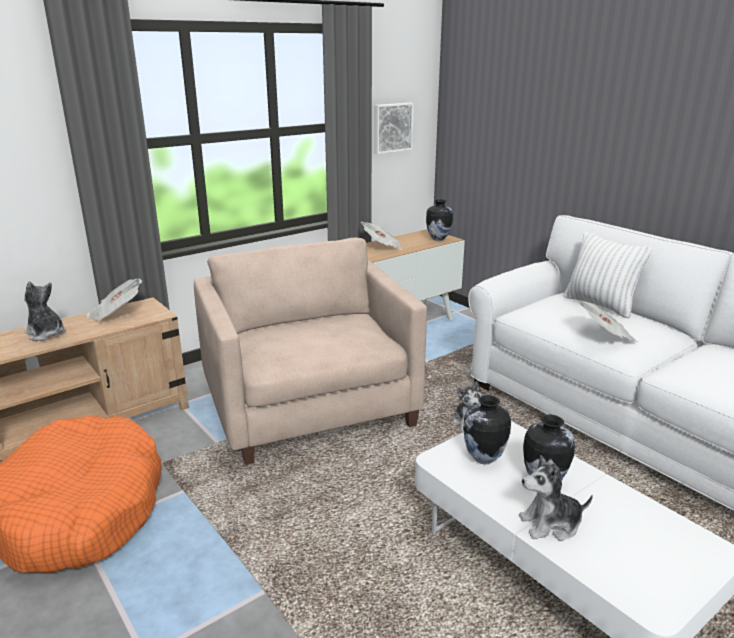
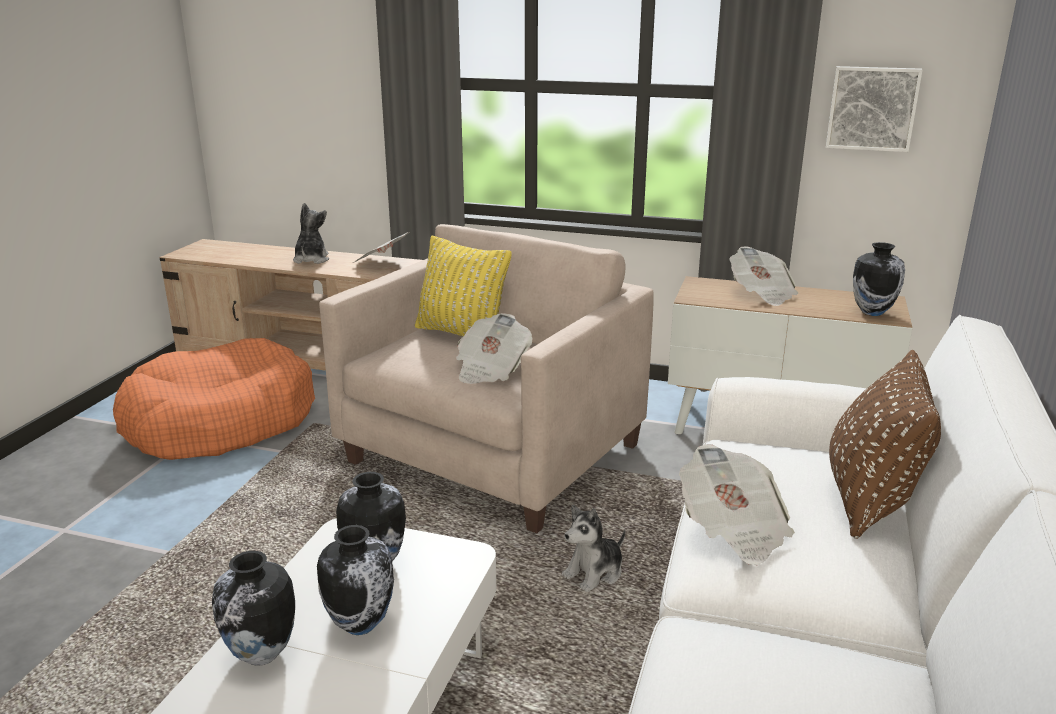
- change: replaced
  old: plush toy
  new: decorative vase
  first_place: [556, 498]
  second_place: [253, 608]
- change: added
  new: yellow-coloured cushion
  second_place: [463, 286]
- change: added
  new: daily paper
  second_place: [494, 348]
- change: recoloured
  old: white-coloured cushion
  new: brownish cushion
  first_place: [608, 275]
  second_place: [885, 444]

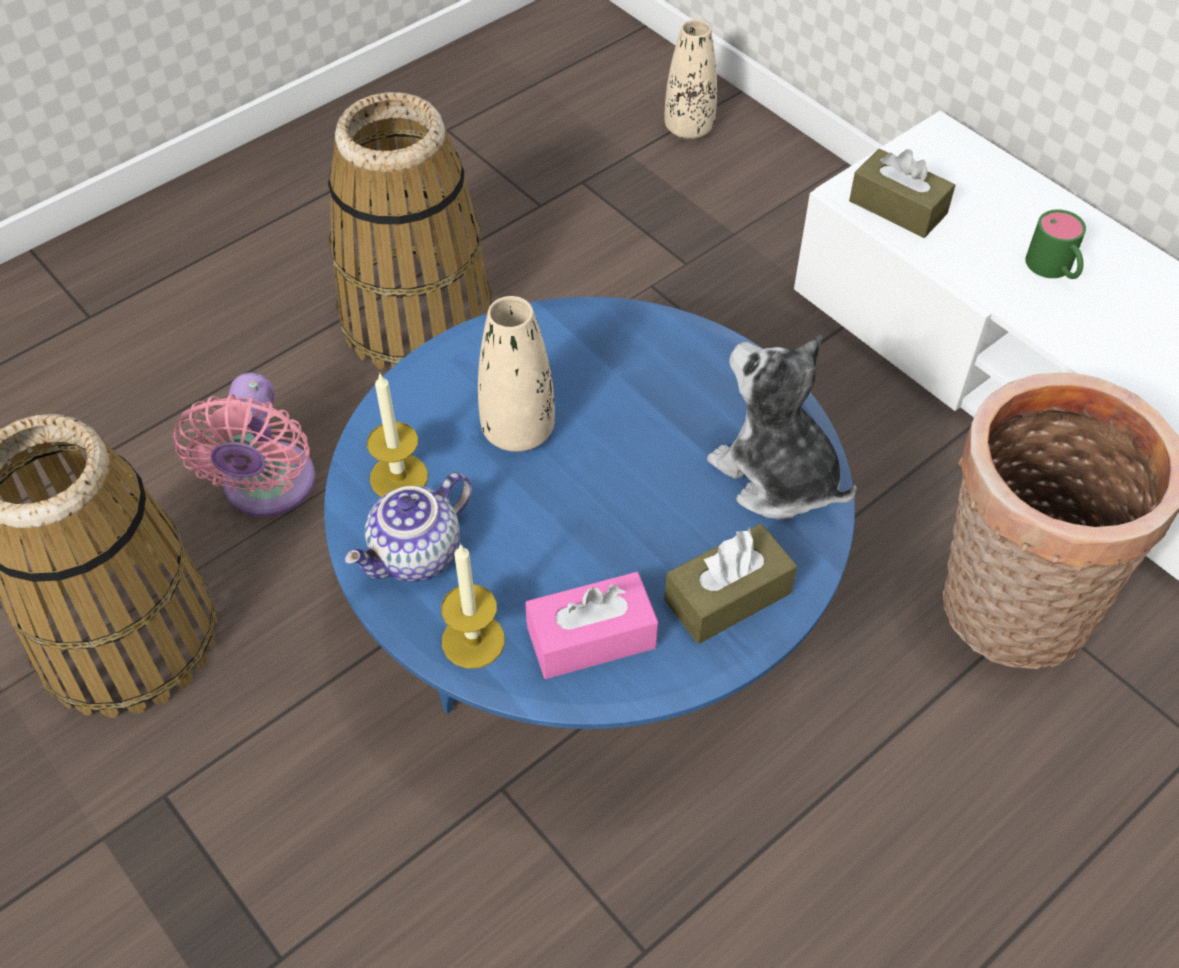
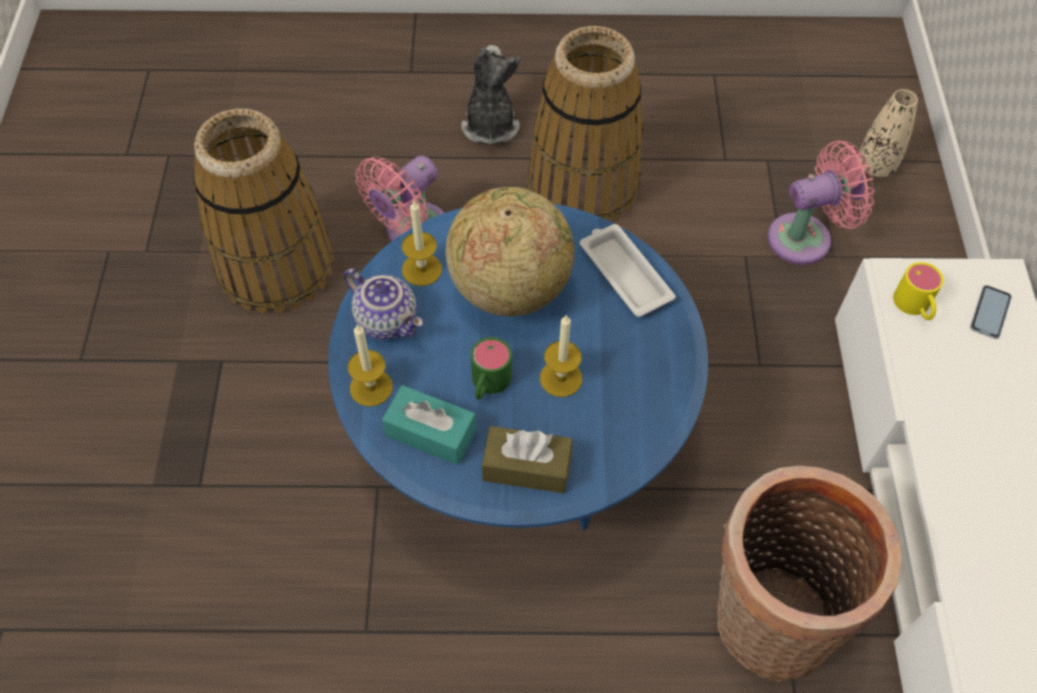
- change: turned
  old: tea pot
  first_place: [408, 527]
  second_place: [383, 304]
  degrees: -135
- change: recoloured
  old: pink box of tissues
  new: turquoise-coloured box of tissues
  first_place: [592, 625]
  second_place: [429, 425]
- change: replaced
  old: beige decorative vase
  new: globe
  first_place: [516, 374]
  second_place: [509, 251]
- change: moved
  old: plush toy
  first_place: [782, 427]
  second_place: [491, 94]
- change: moved
  old: green-coloured tea mug
  first_place: [1055, 244]
  second_place: [491, 368]
- change: added
  new: candle
  second_place: [561, 355]
- change: added
  new: white-coloured carrying tray
  second_place: [628, 270]
- change: added
  new: pink fan
  second_place: [821, 203]
- change: replaced
  old: brownish box of tissues
  new: yellow-coloured tea mug
  first_place: [902, 193]
  second_place: [918, 291]
- change: added
  new: handset
  second_place: [991, 312]

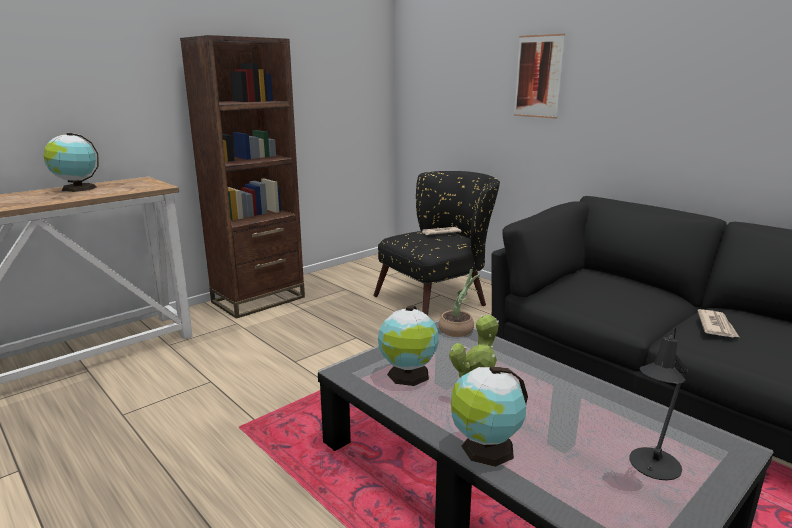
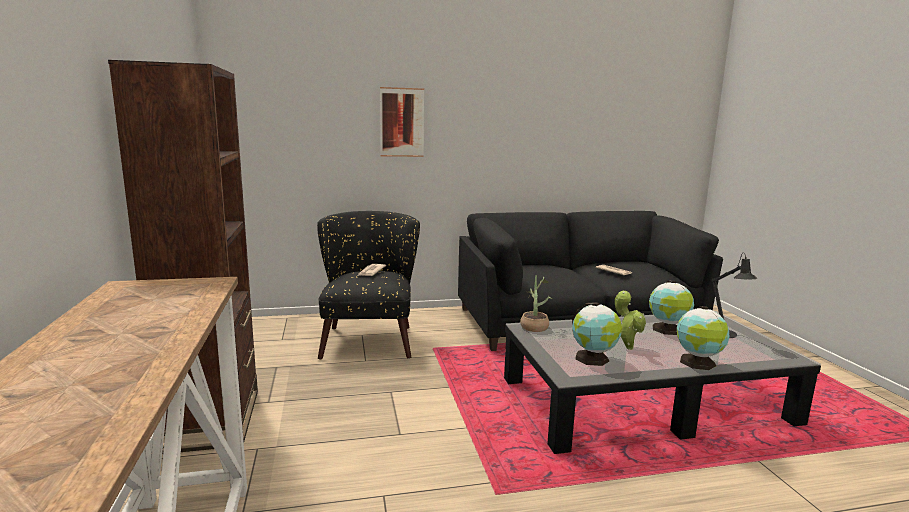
- change: moved
  old: globe
  first_place: [70, 162]
  second_place: [671, 308]

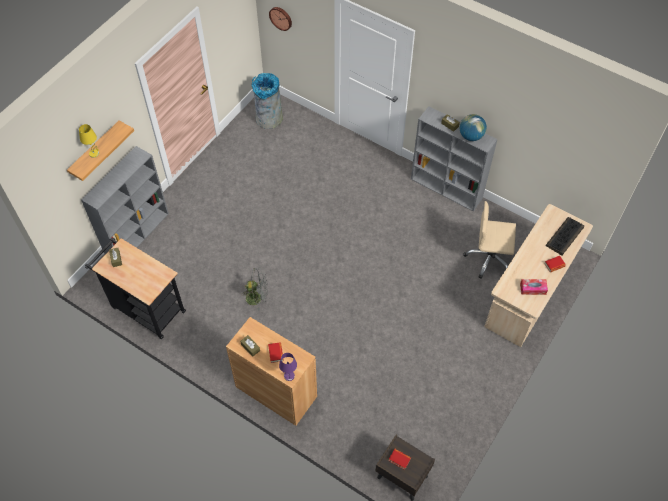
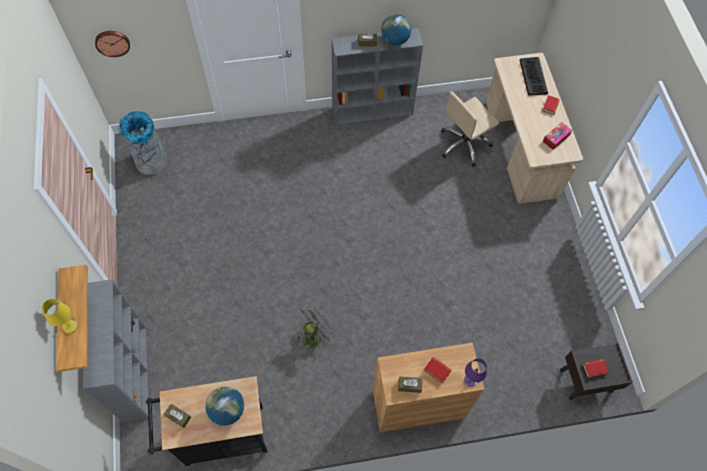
- change: added
  new: globe
  second_place: [225, 405]

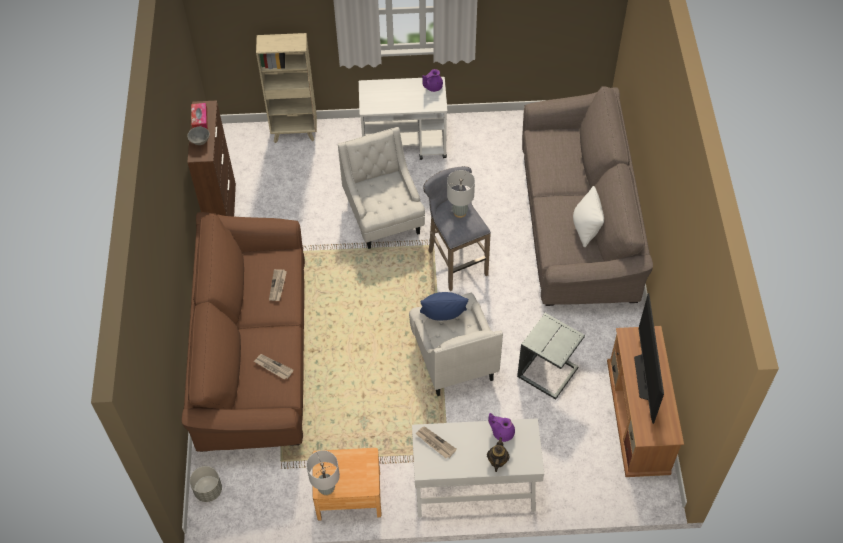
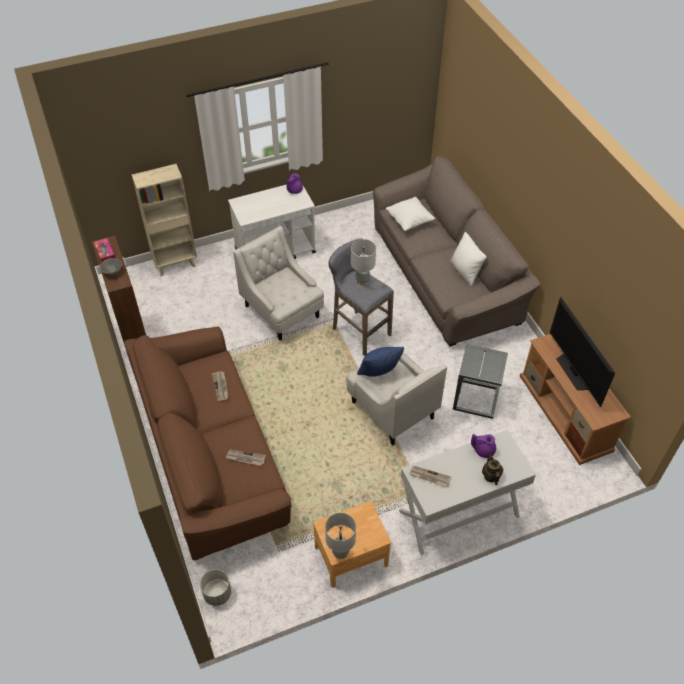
- change: added
  new: white-coloured cushion
  second_place: [410, 214]

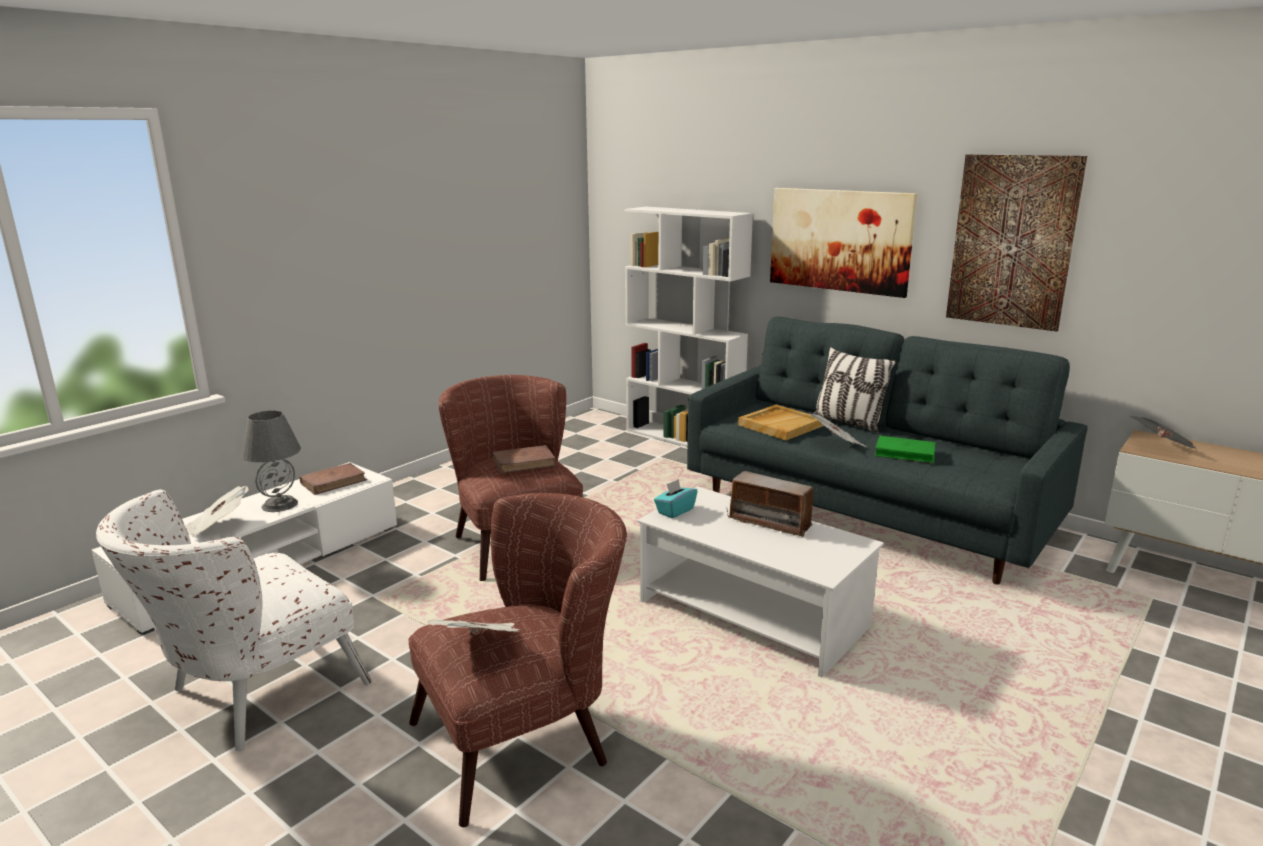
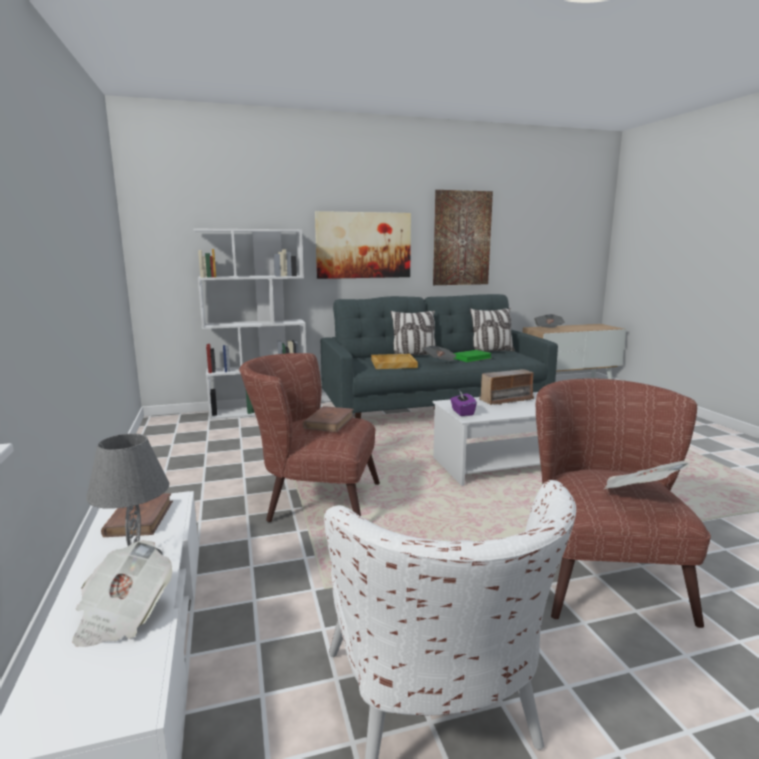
- change: recoloured
  old: turquoise-coloured box of tissues
  new: purple box of tissues
  first_place: [676, 498]
  second_place: [463, 403]
- change: added
  new: cushion
  second_place: [492, 330]

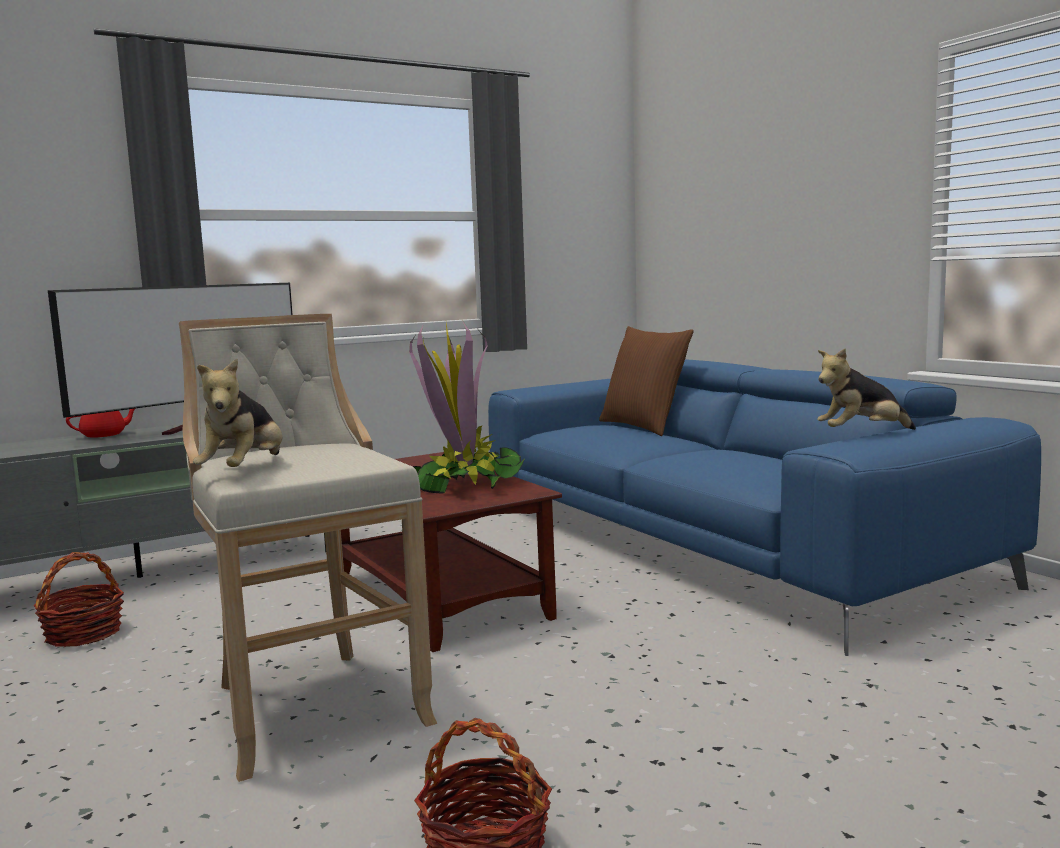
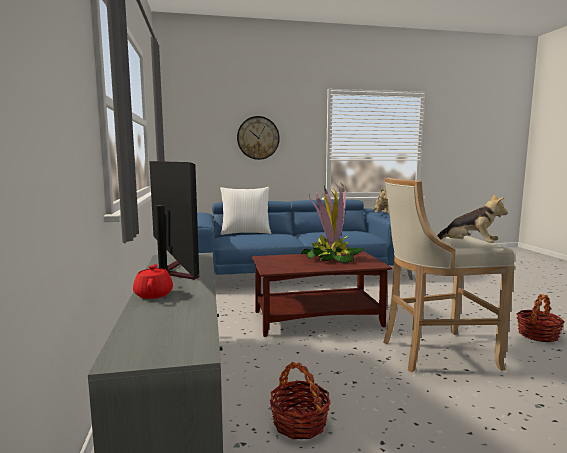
- change: recoloured
  old: brownish cushion
  new: white-coloured cushion
  first_place: [646, 381]
  second_place: [245, 211]
- change: added
  new: hanging clock
  second_place: [258, 138]

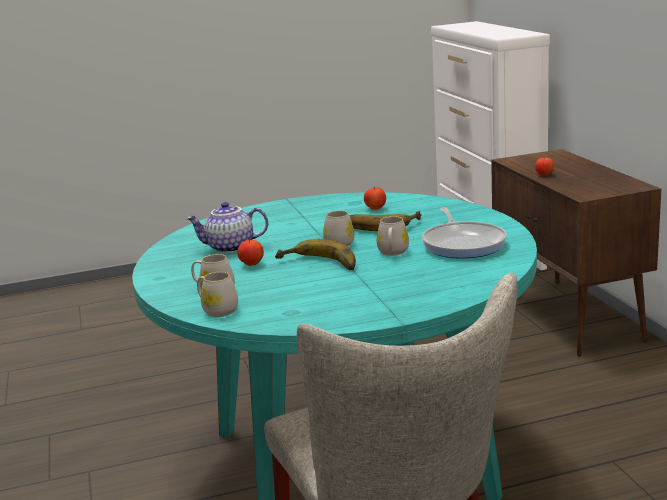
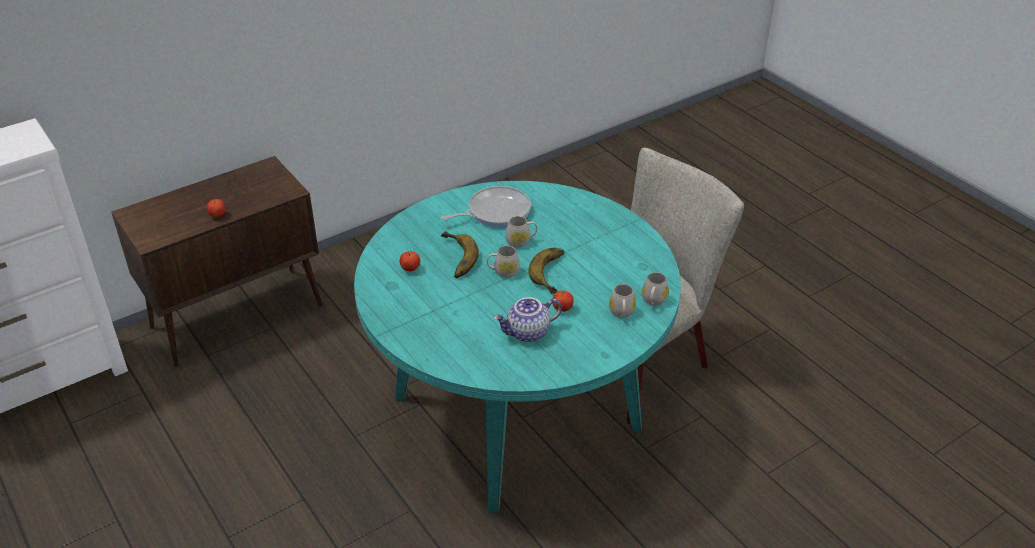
- change: turned
  old: tea pot
  first_place: [227, 227]
  second_place: [528, 319]
  degrees: 90

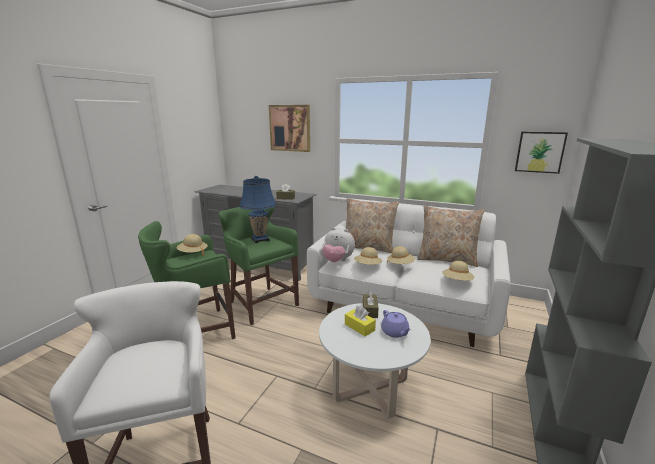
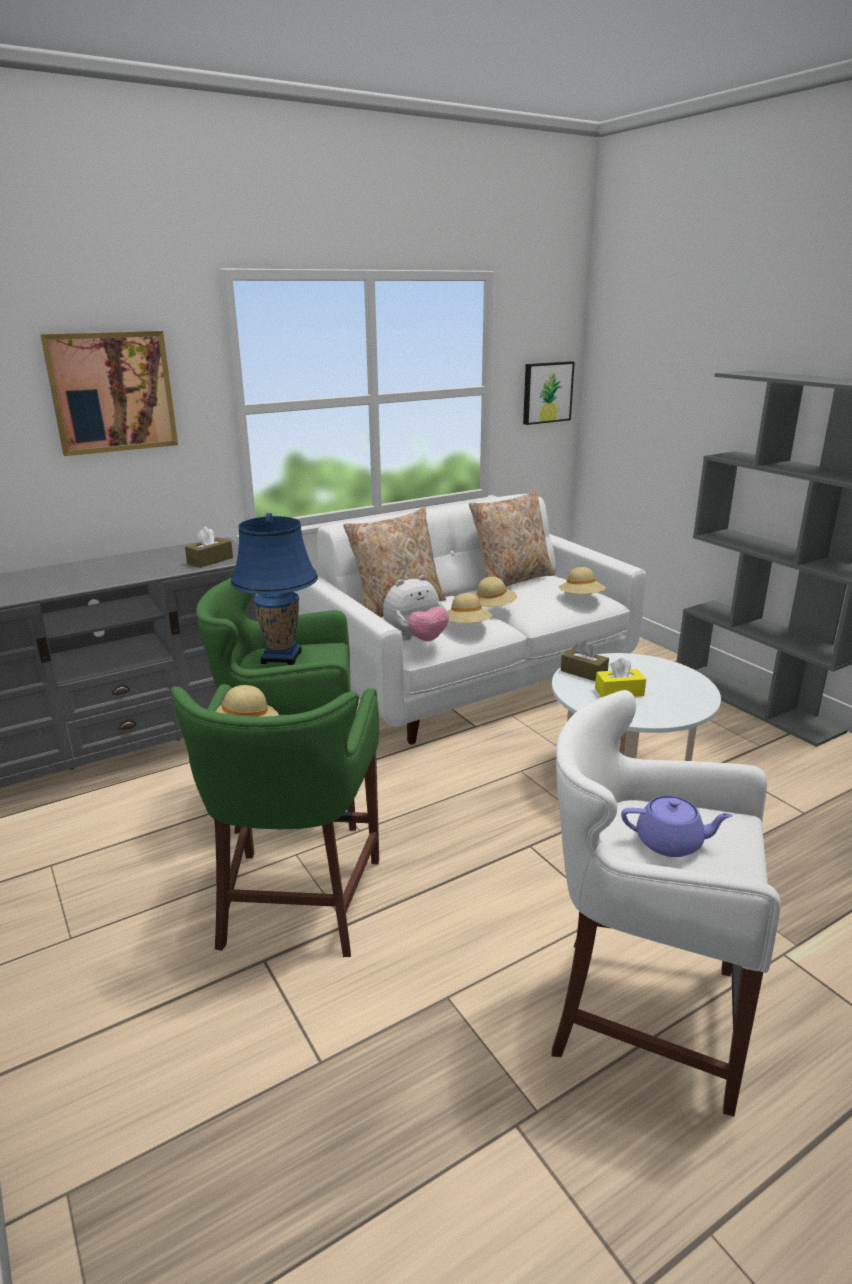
- change: moved
  old: purple tea pot
  first_place: [396, 324]
  second_place: [677, 826]

